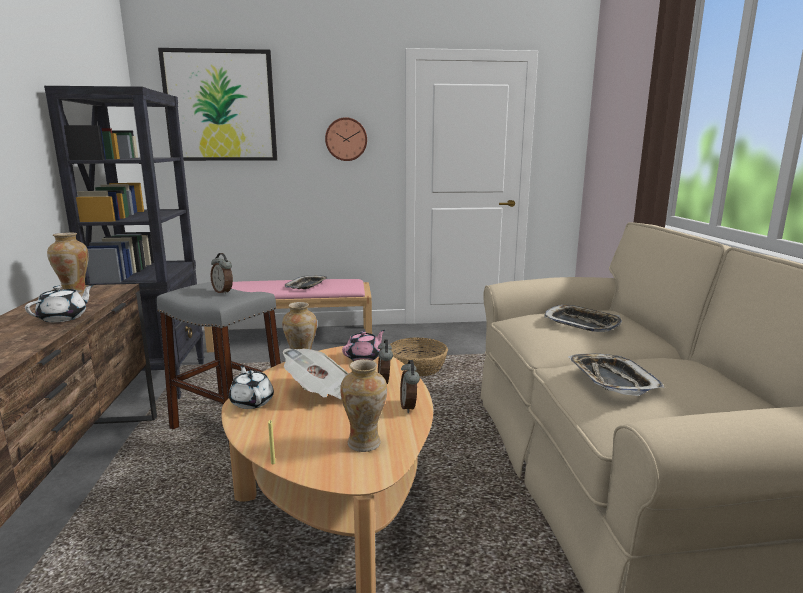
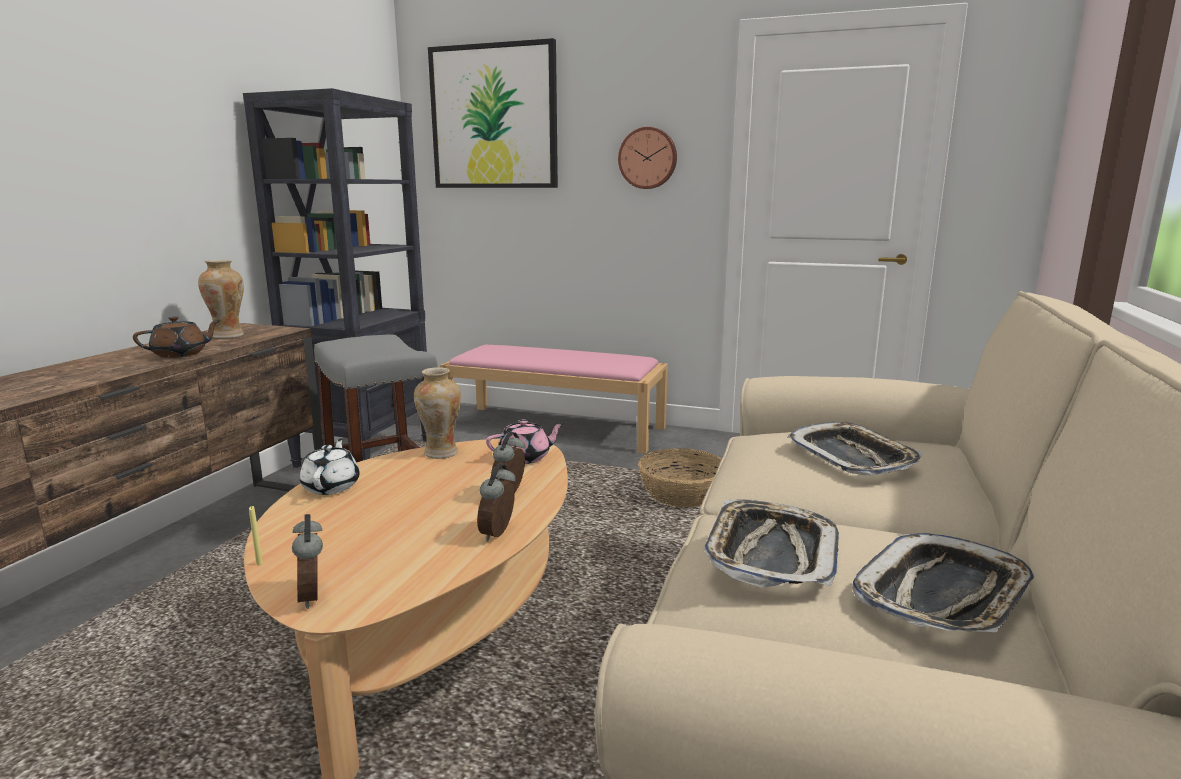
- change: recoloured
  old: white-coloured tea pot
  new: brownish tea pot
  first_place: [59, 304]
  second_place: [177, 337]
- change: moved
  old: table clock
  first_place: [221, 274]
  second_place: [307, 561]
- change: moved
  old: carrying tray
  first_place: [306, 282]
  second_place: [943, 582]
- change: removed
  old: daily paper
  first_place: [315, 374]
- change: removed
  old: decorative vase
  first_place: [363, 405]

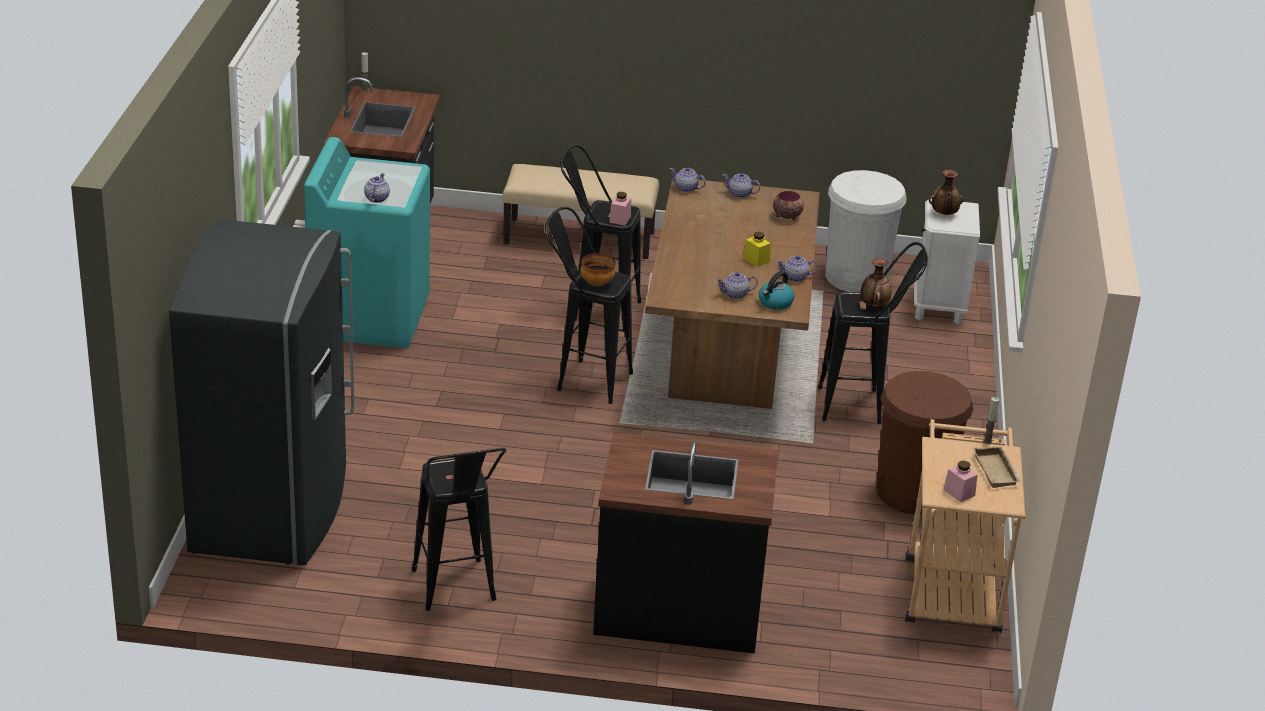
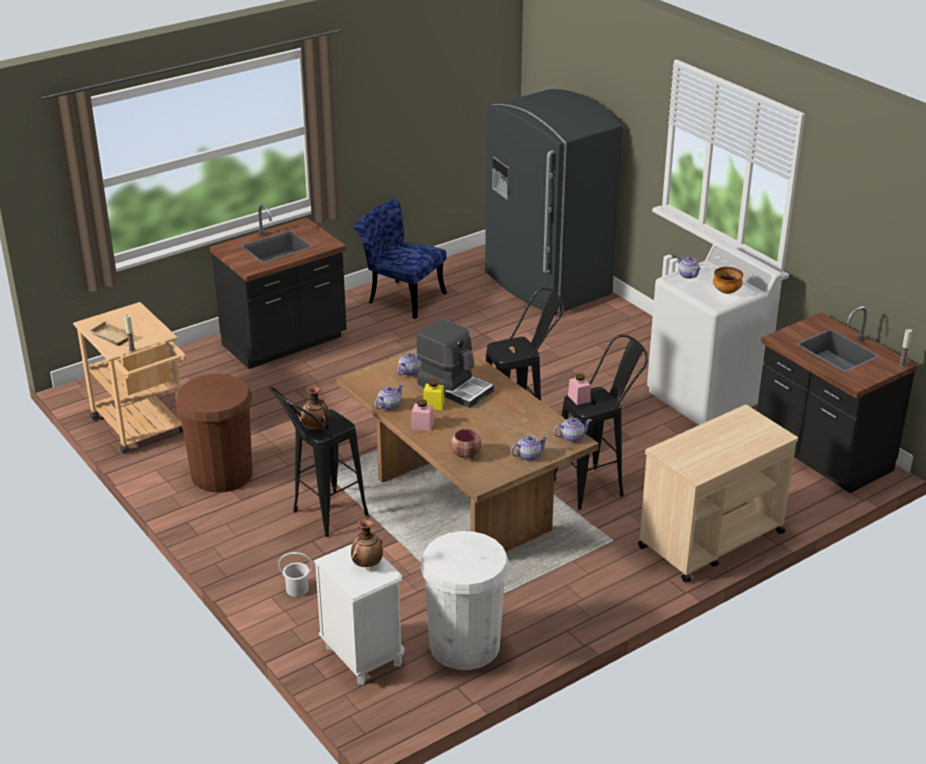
- change: added
  new: white-coloured bucket
  second_place: [295, 574]
- change: replaced
  old: black stool seat
  new: blue chair
  first_place: [459, 529]
  second_place: [400, 259]
- change: moved
  old: pink preserve jar
  first_place: [961, 481]
  second_place: [422, 415]
- change: added
  new: coffee maker
  second_place: [455, 363]
- change: replaced
  old: beige long seat
  new: beige trolley
  first_place: [580, 211]
  second_place: [718, 494]
- change: recoloured
  old: turquoise-coloured washing machine
  new: white-coloured washing machine
  first_place: [367, 242]
  second_place: [714, 333]
- change: moved
  old: deep dish
  first_place: [598, 269]
  second_place: [728, 280]
- change: removed
  old: tea kettle
  first_place: [777, 290]

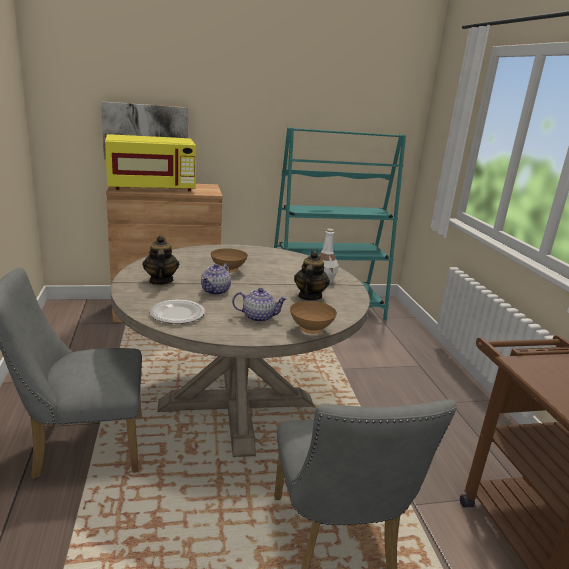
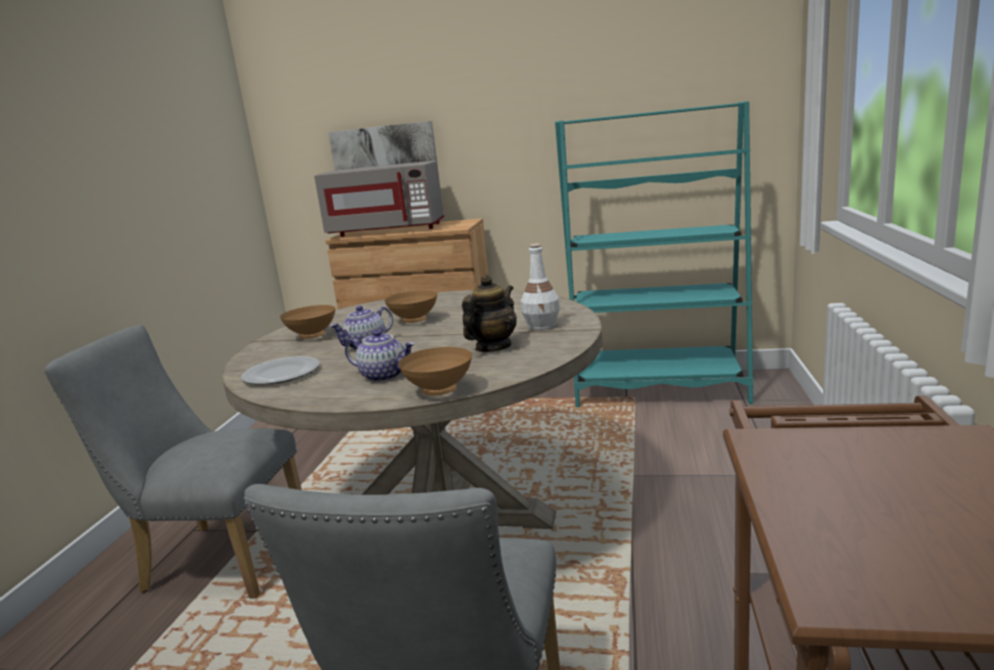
- change: replaced
  old: tea pot
  new: brownish deep dish
  first_place: [160, 260]
  second_place: [307, 322]
- change: recoloured
  old: yellow-coloured kitchen microwave
  new: greyish kitchen microwave
  first_place: [150, 162]
  second_place: [379, 199]

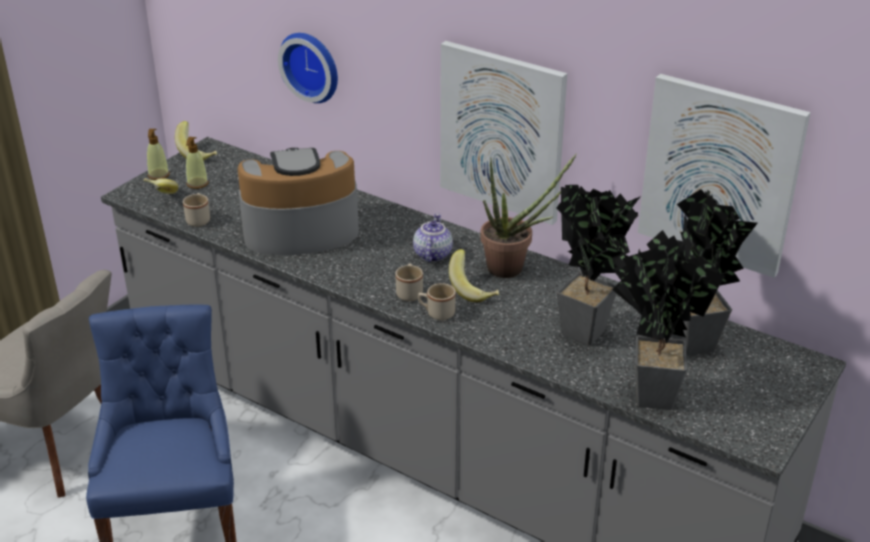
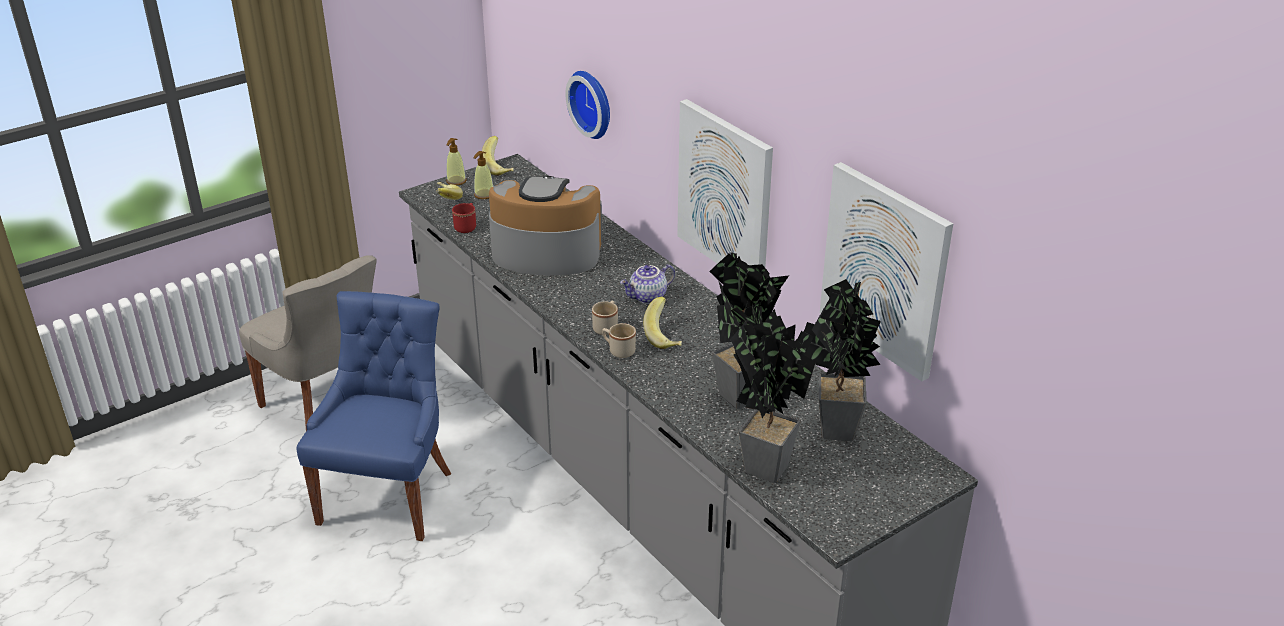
- change: recoloured
  old: beige tea mug
  new: red-coloured tea mug
  first_place: [196, 210]
  second_place: [464, 218]
- change: turned
  old: tea pot
  first_place: [433, 238]
  second_place: [647, 284]
  degrees: -150
- change: removed
  old: houseplant
  first_place: [528, 215]

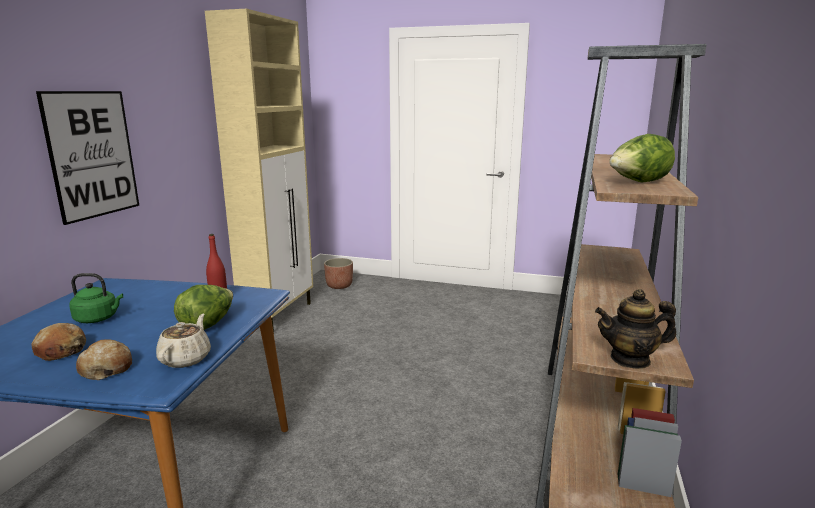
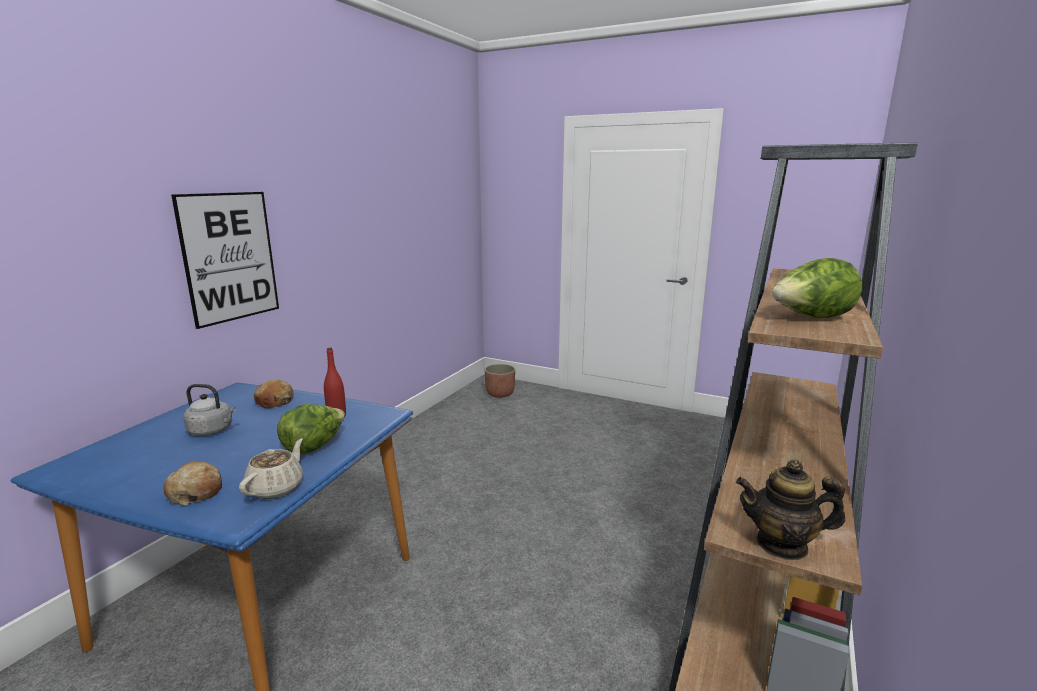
- change: recoloured
  old: green-coloured tea kettle
  new: greyish tea kettle
  first_place: [96, 298]
  second_place: [209, 410]
- change: moved
  old: baked bread
  first_place: [58, 342]
  second_place: [274, 393]
- change: removed
  old: beige cabinet
  first_place: [259, 171]

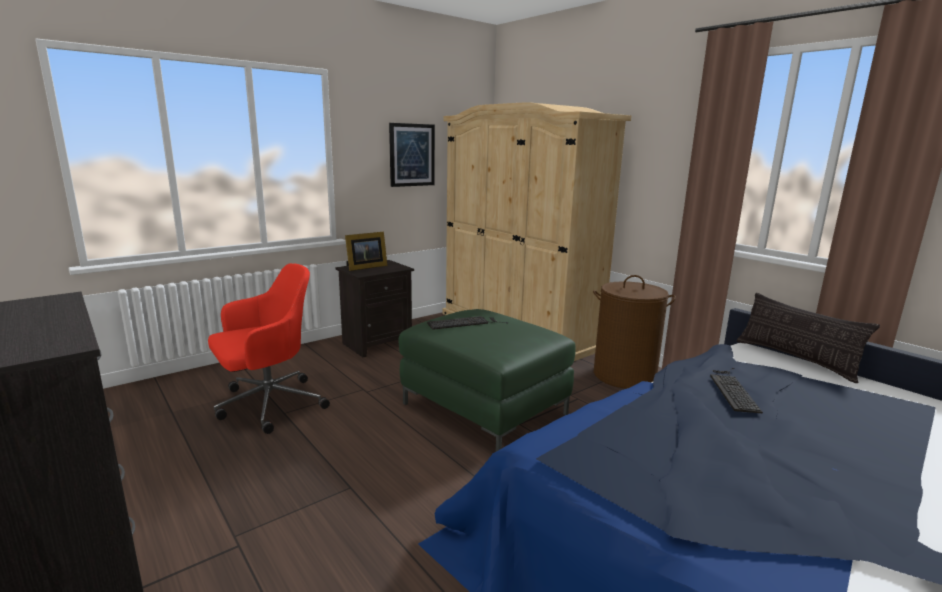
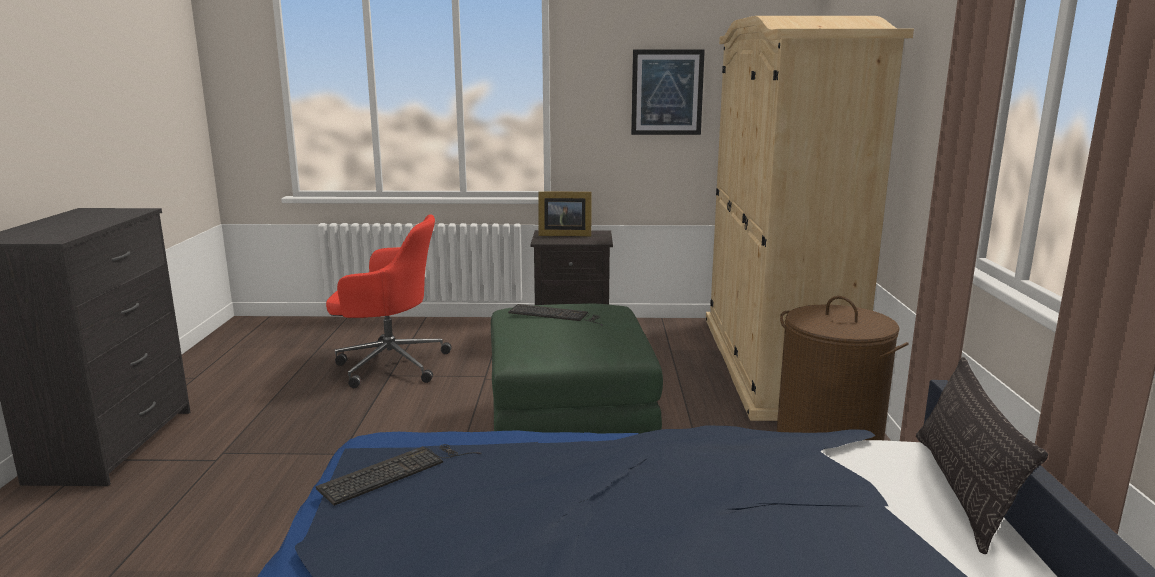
- change: moved
  old: keyboard
  first_place: [736, 390]
  second_place: [399, 475]

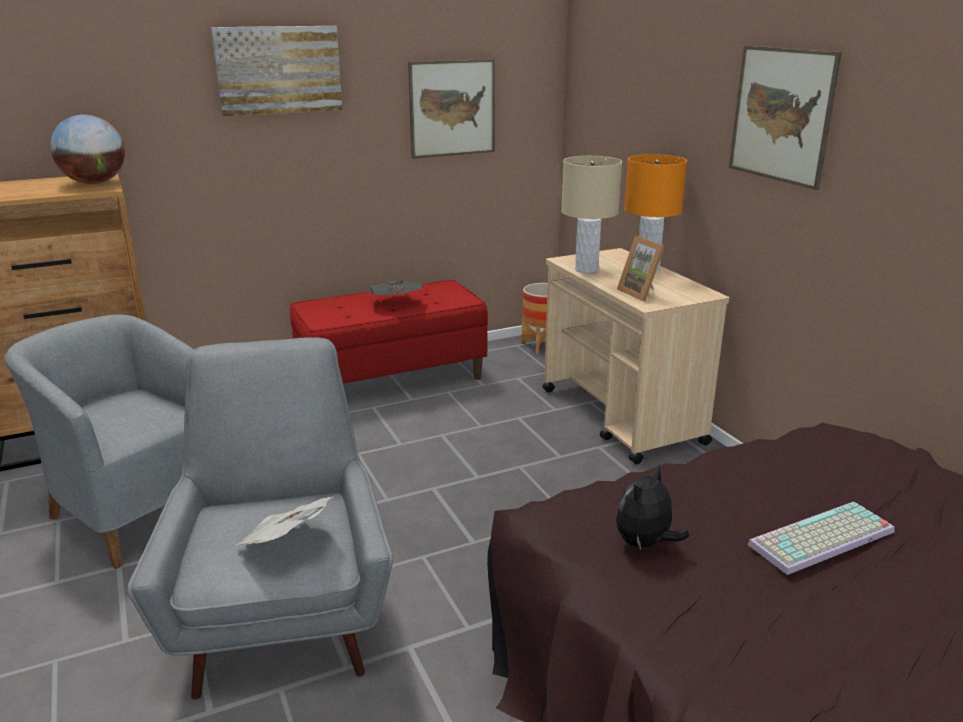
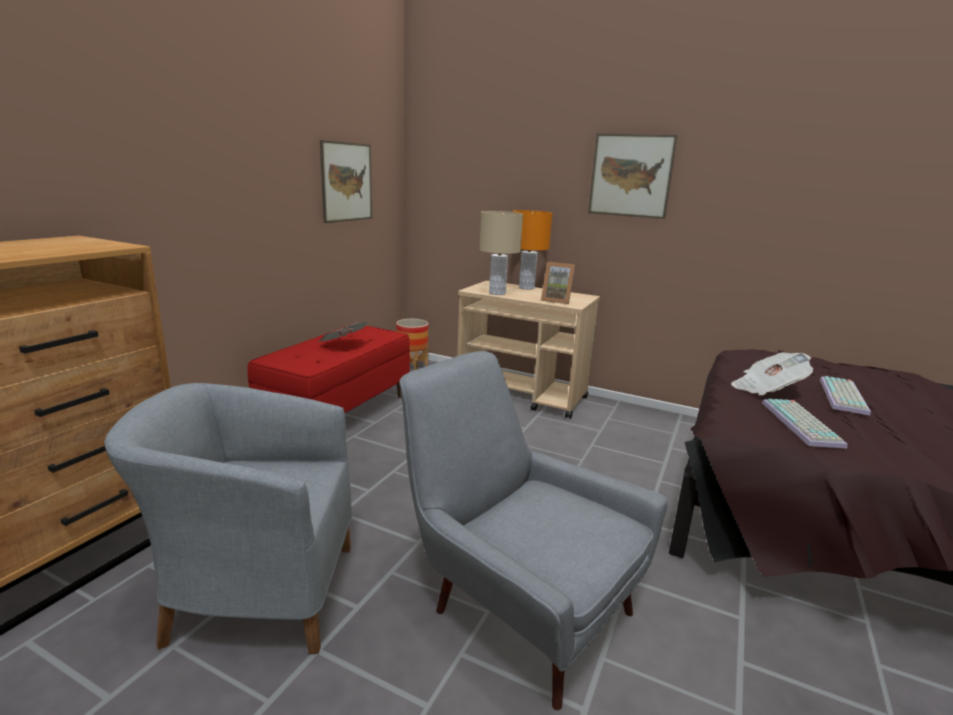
- change: moved
  old: daily paper
  first_place: [284, 521]
  second_place: [772, 373]
- change: replaced
  old: plush toy
  new: keyboard
  first_place: [652, 508]
  second_place: [804, 423]
- change: removed
  old: globe
  first_place: [87, 149]
- change: removed
  old: picture
  first_place: [276, 71]

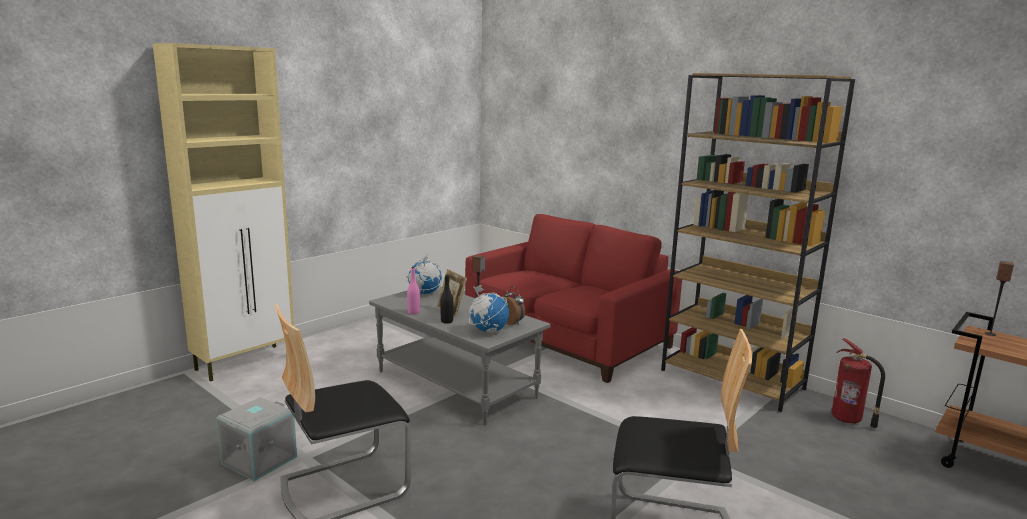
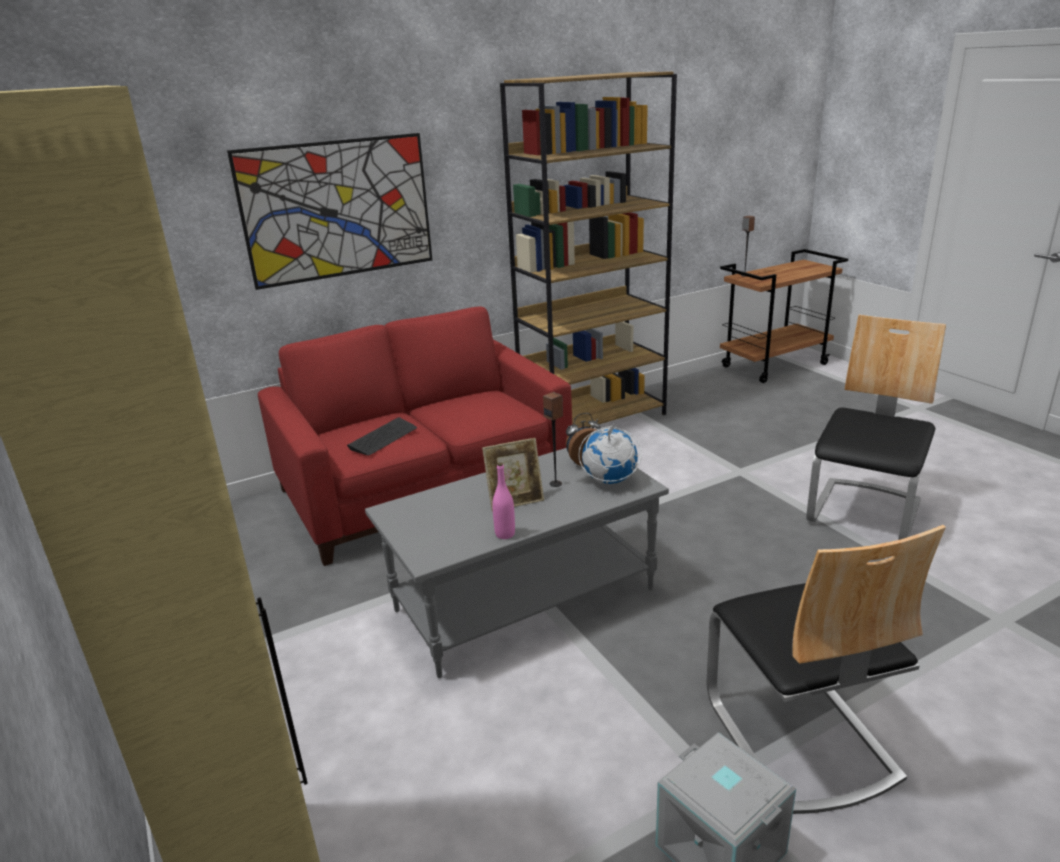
- change: added
  new: picture
  second_place: [329, 211]
- change: added
  new: keyboard
  second_place: [382, 436]
- change: removed
  old: globe
  first_place: [425, 274]
- change: removed
  old: black drink bottle
  first_place: [447, 299]
- change: removed
  old: extinguisher
  first_place: [858, 383]

